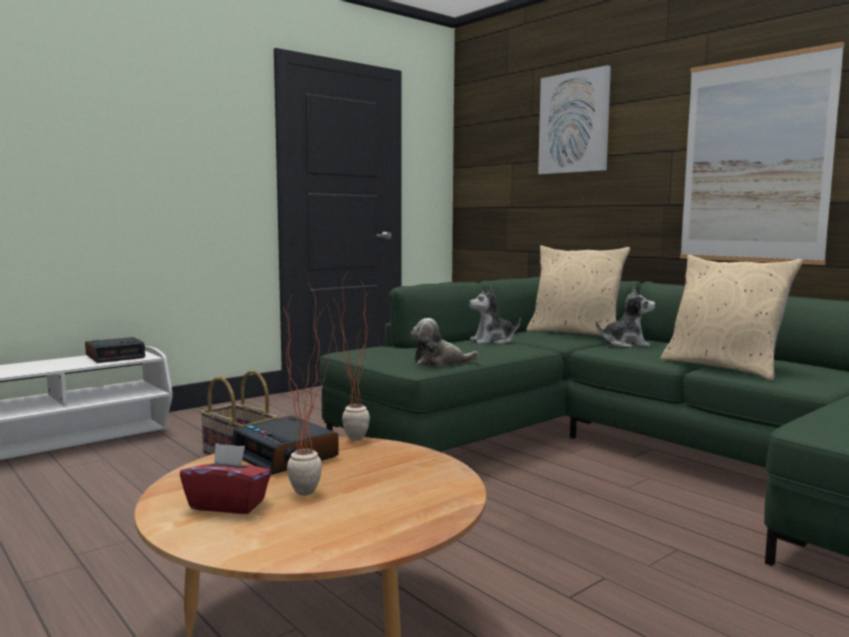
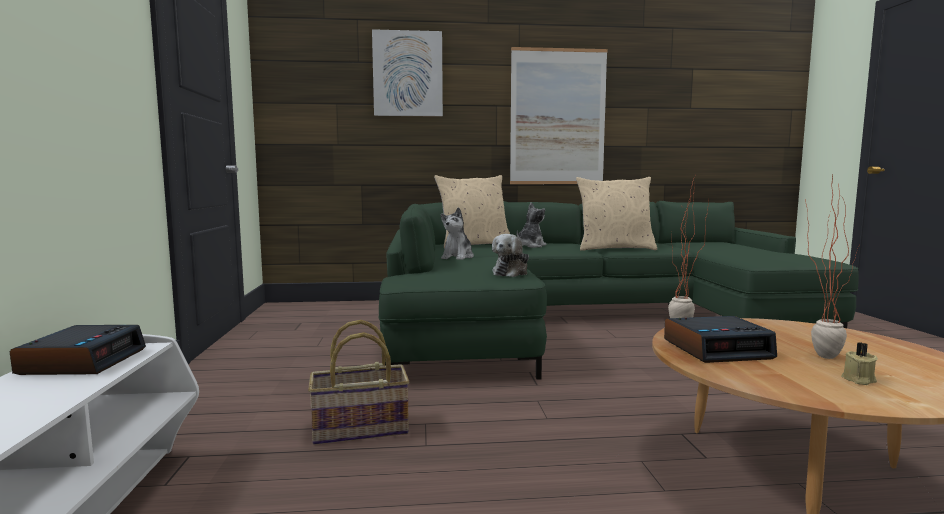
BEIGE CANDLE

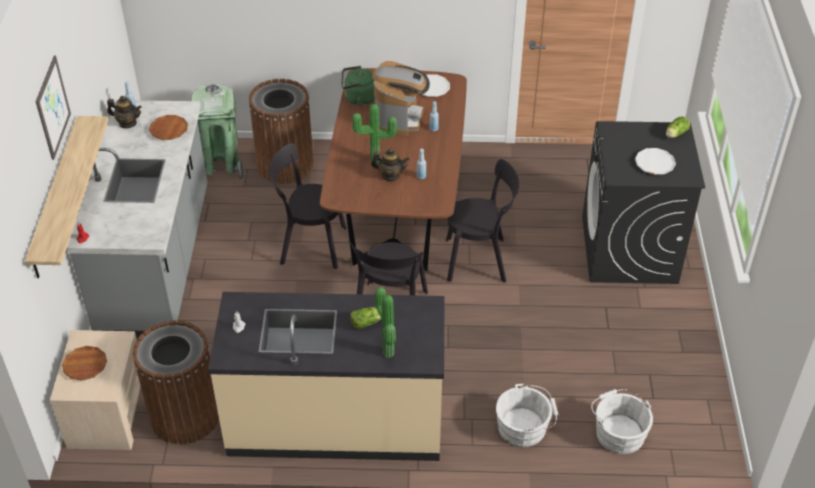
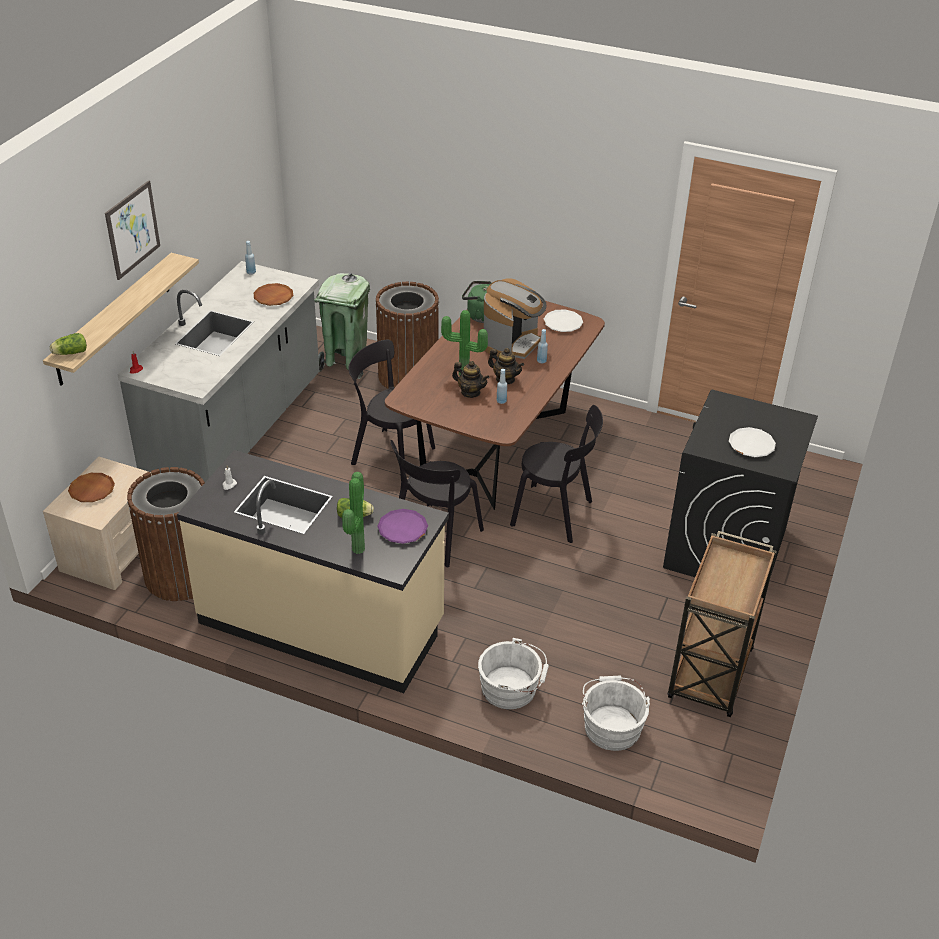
TEAPOT (no. 2 from left)
LETTUCE (no. 1 from left)
PURPLE PLATE
BROWN CART

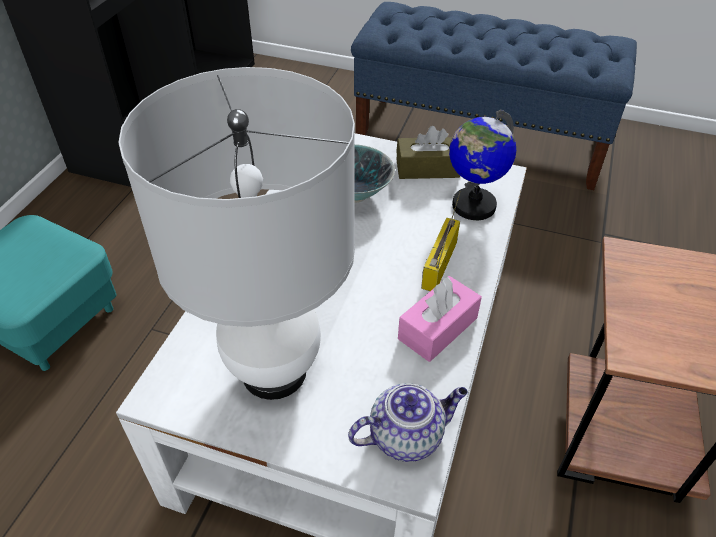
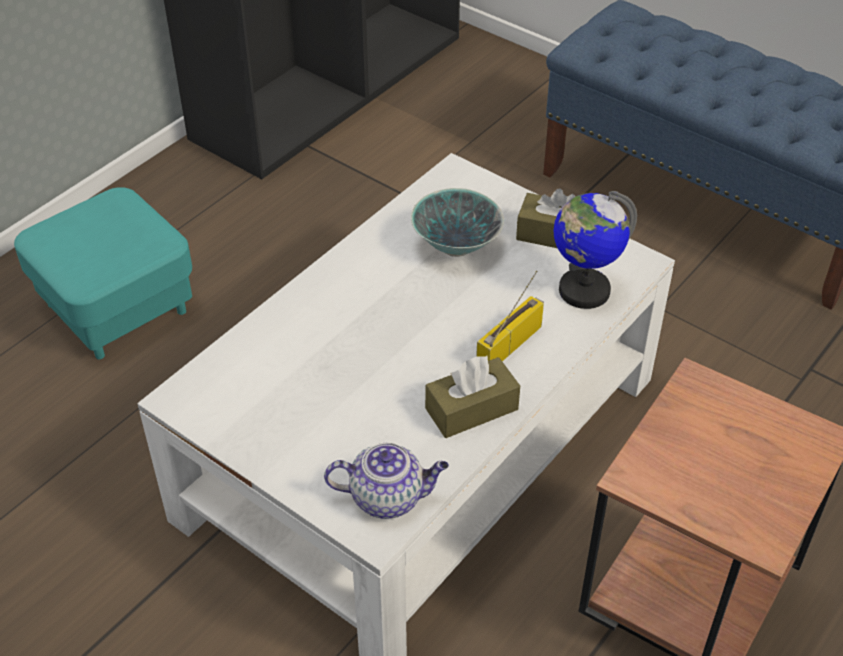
WHITE TABLE LAMP
BROWN TISSUE BOX (no. 1 from left)

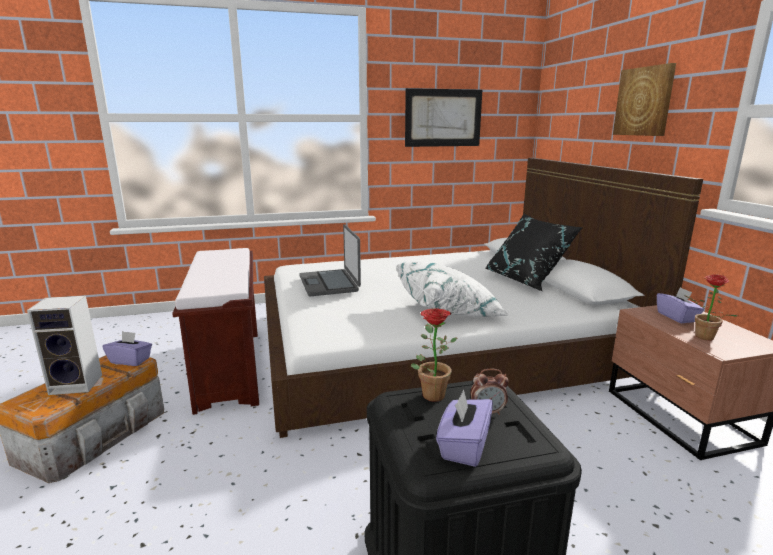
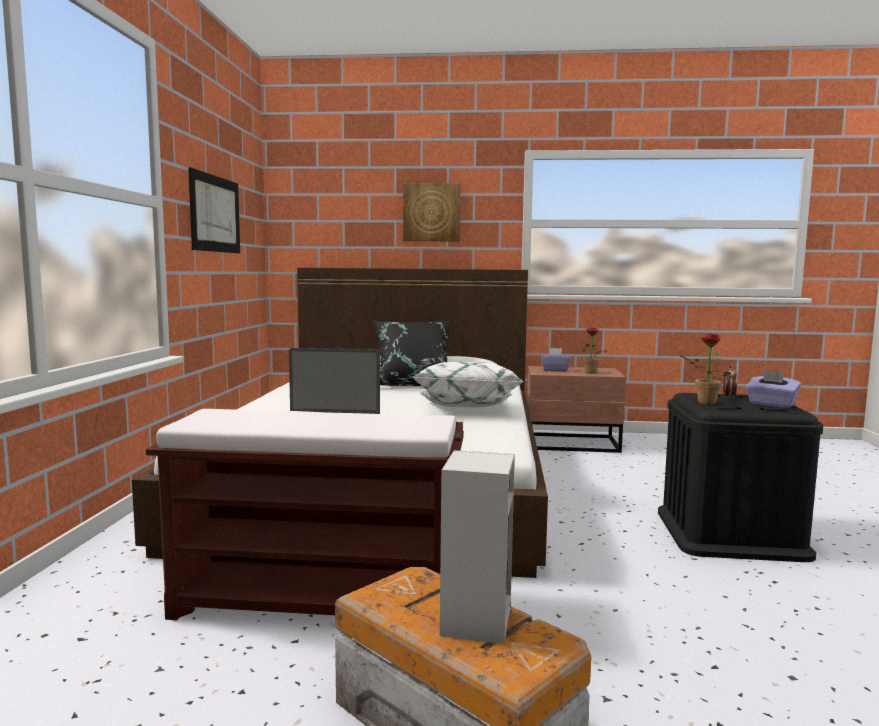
PURPLE TISSUE BOX (no. 1 from left in the first image)

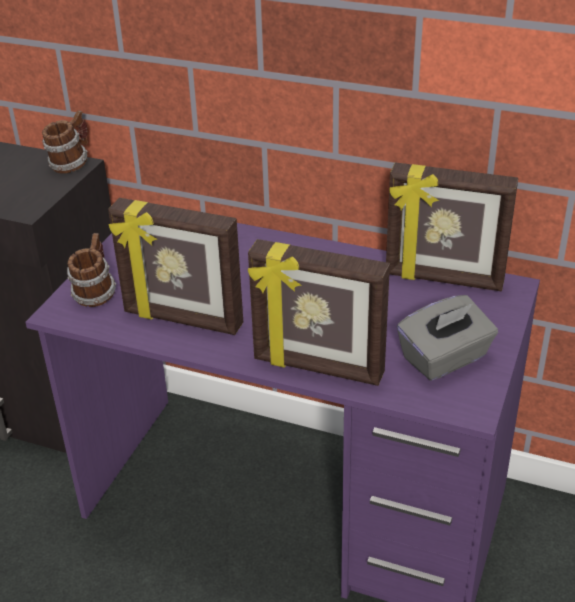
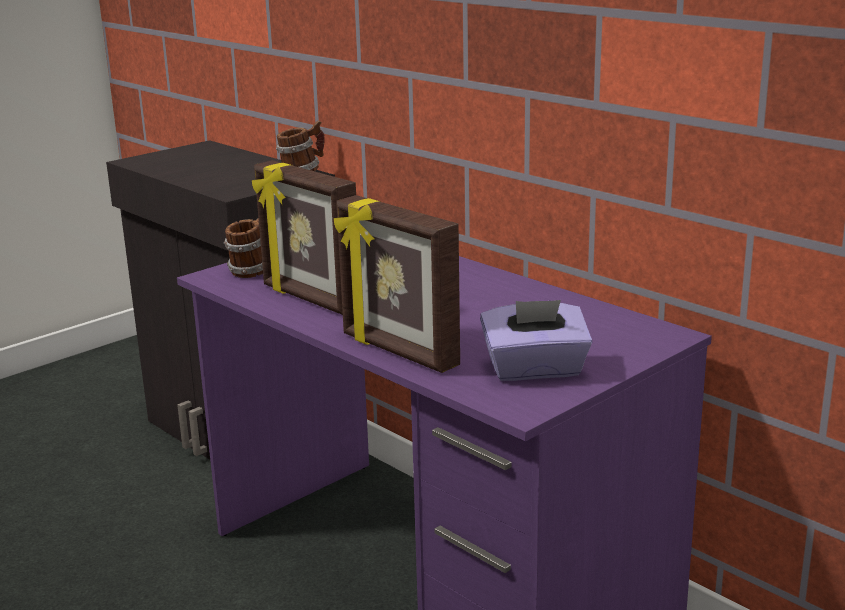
PICTURE FRAME (no. 3 from left in the first image)
PURPLE TISSUE BOX

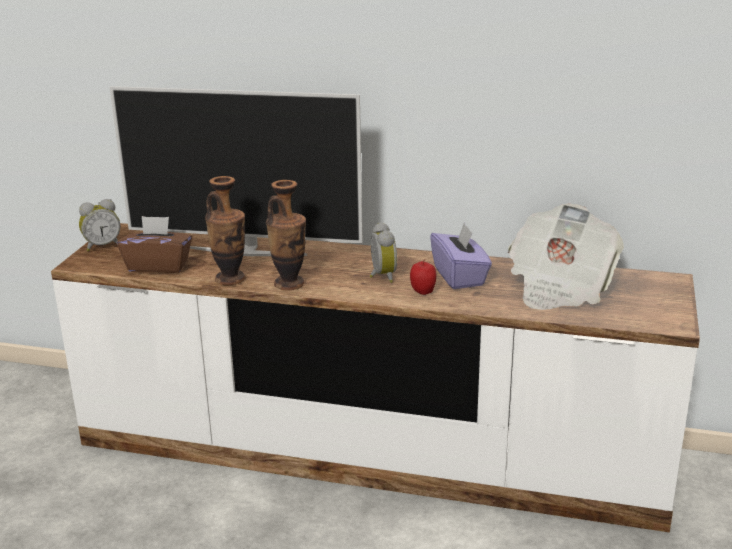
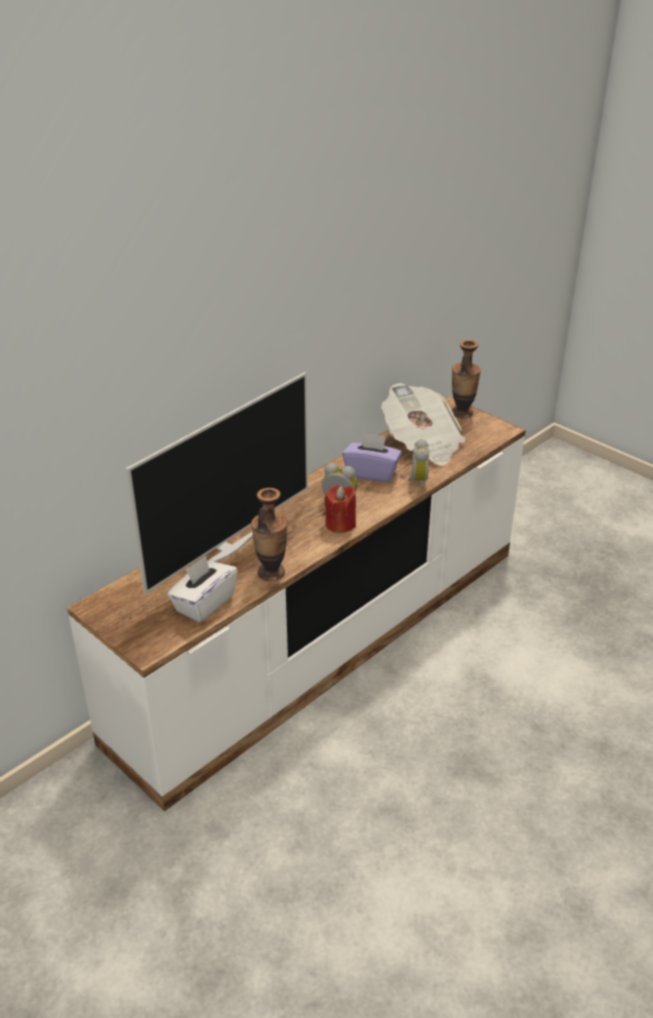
VASE (no. 2 from left)
ALARM CLOCK (no. 2 from left)
WHITE TISSUE BOX
APPLE
RED CANDLE

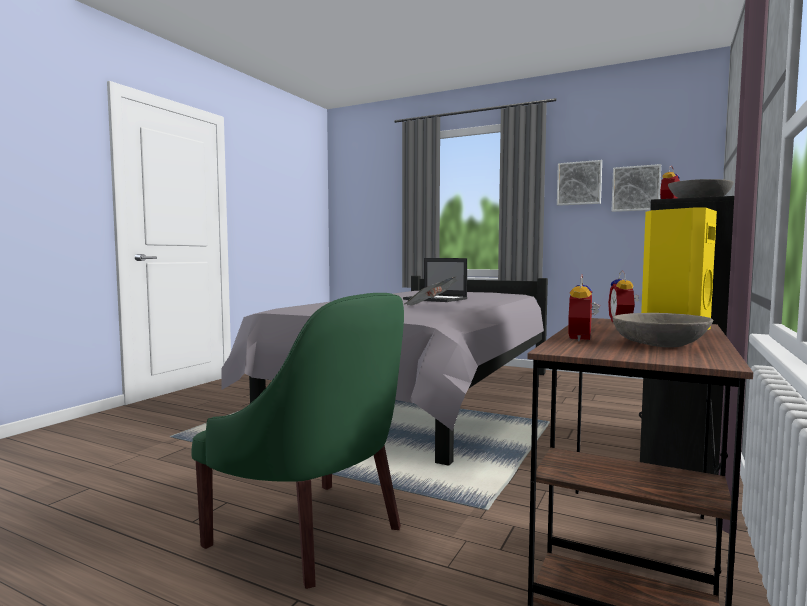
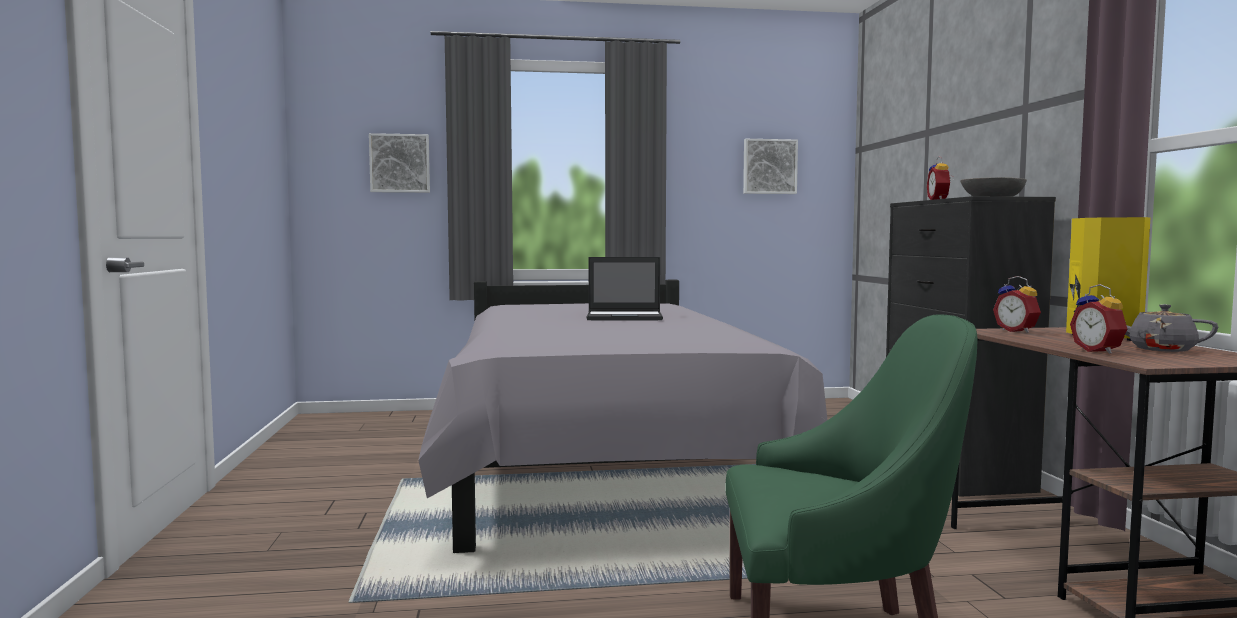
PICTURE (no. 1 from left)
NEWSPAPER
GREY TEAPOT

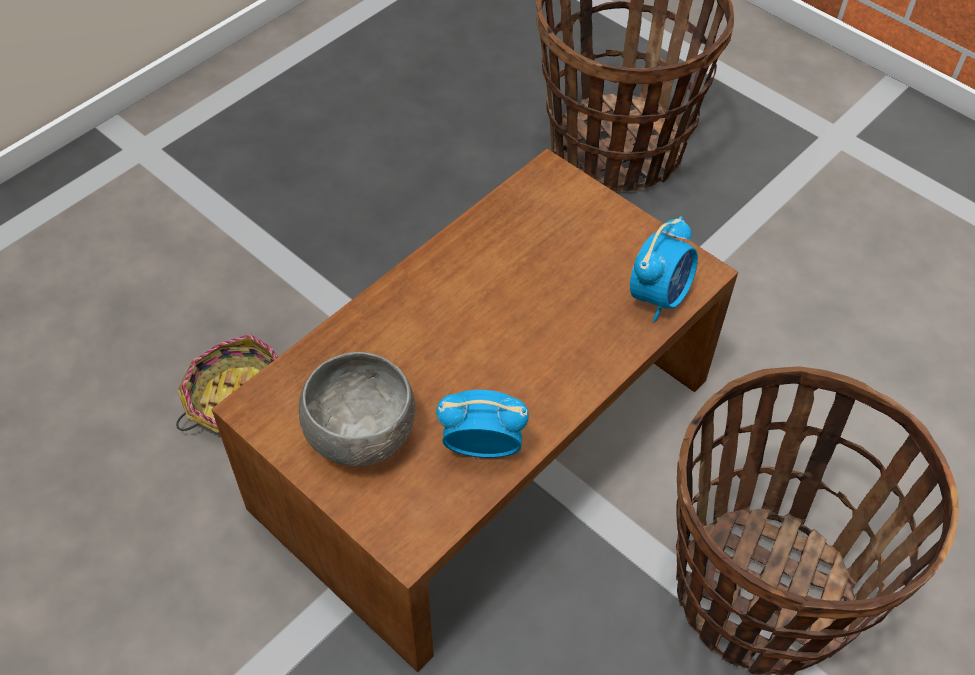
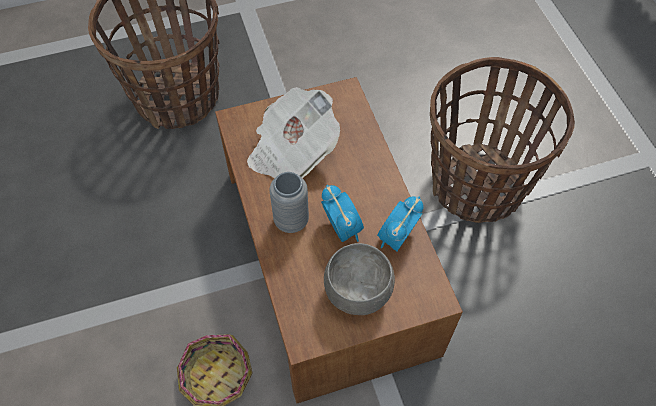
ALARM CLOCK (no. 1 from left)
NEWSPAPER
GREY VASE

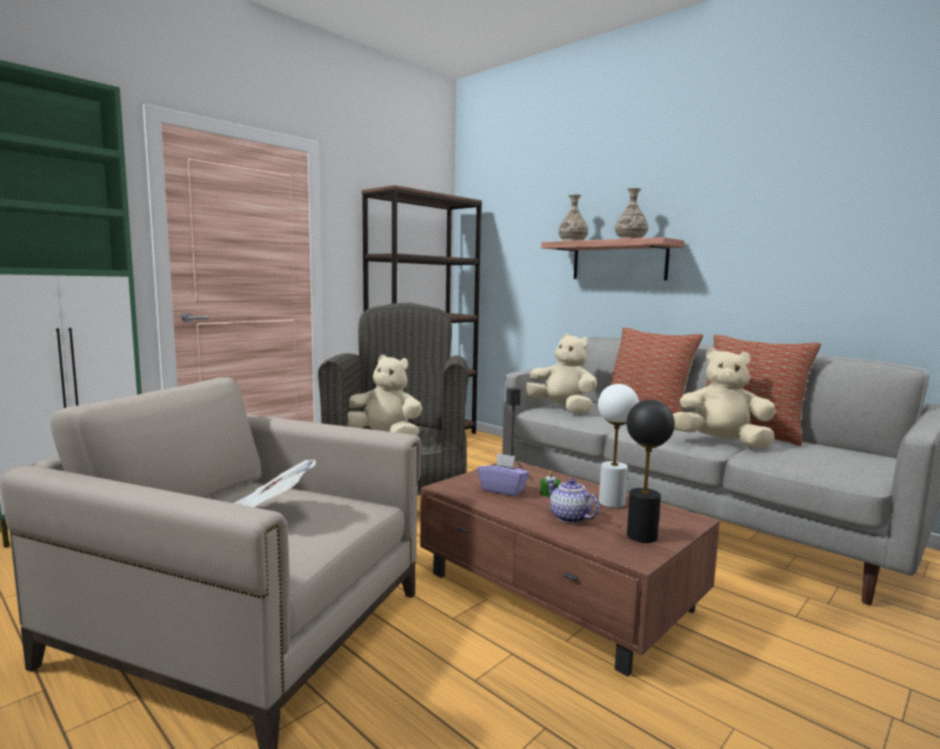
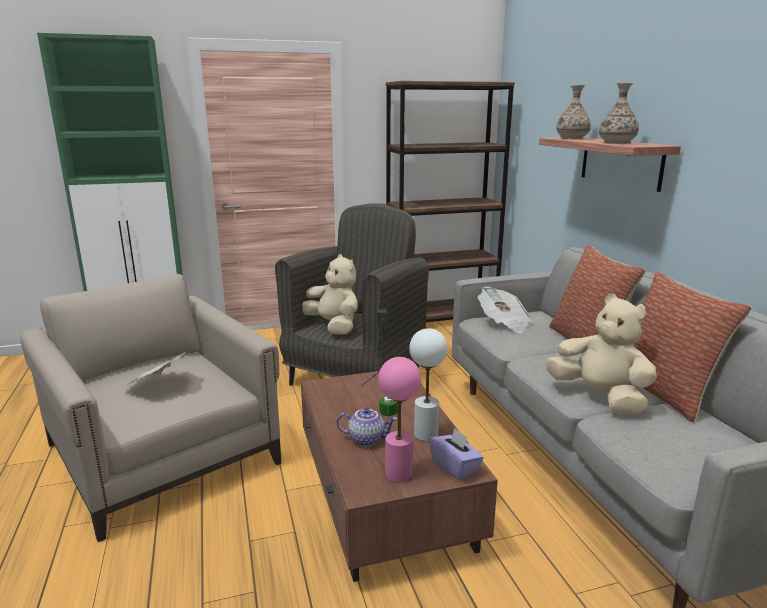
NEWSPAPER (no. 2 from left)
PINK TABLE LAMP
PURPLE TISSUE BOX
TEAPOT

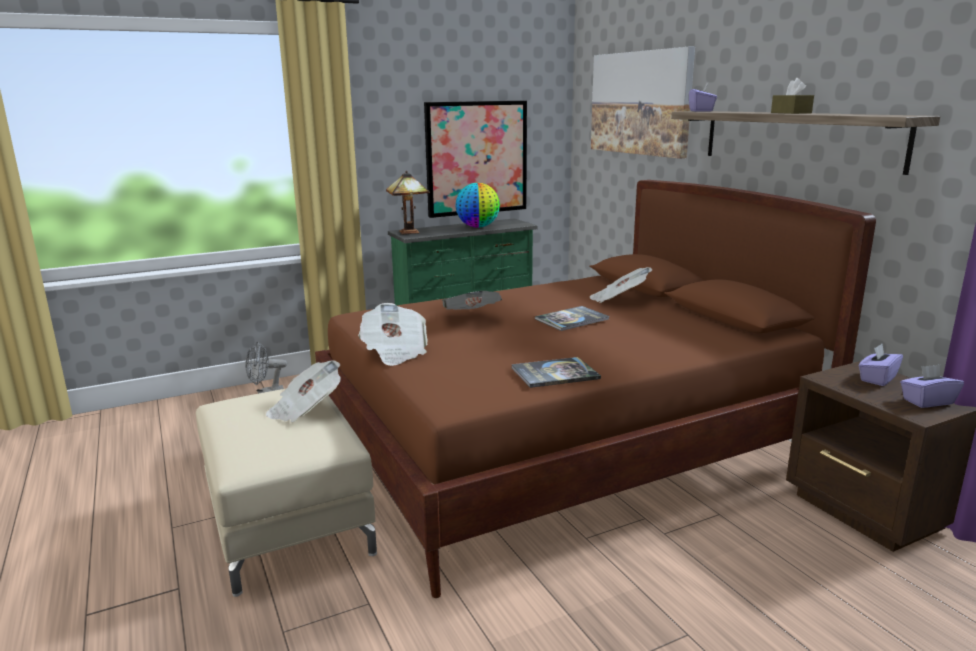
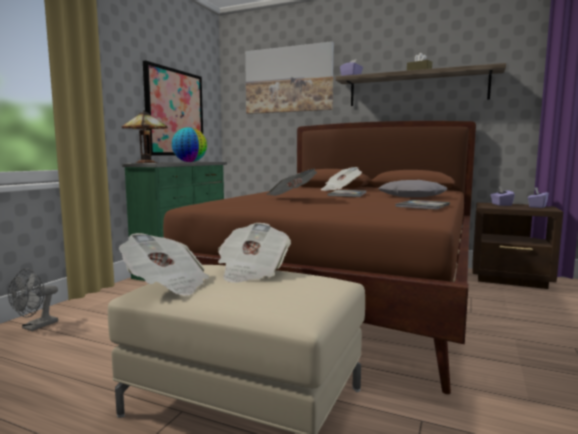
NEWSPAPER (no. 1 from left)
GREY PILLOW

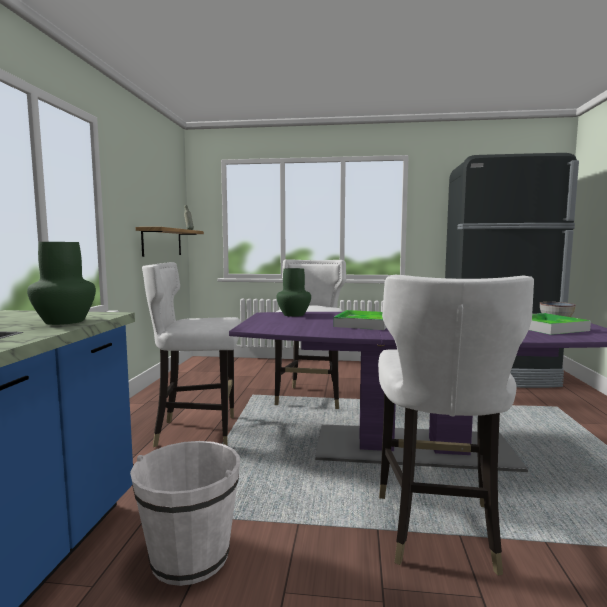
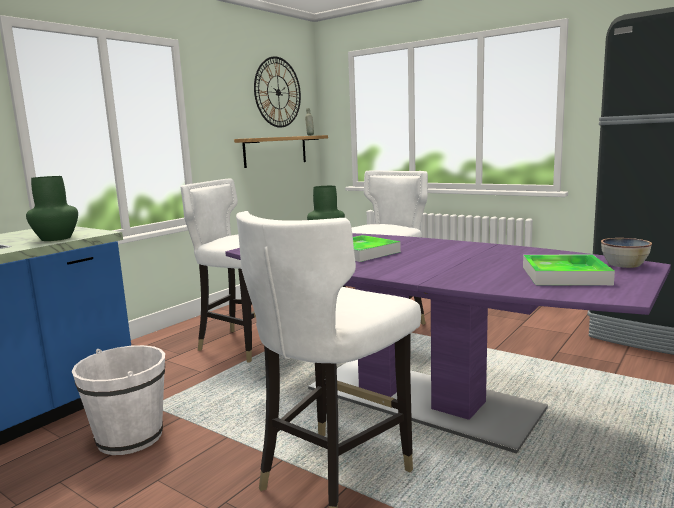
WALL CLOCK

